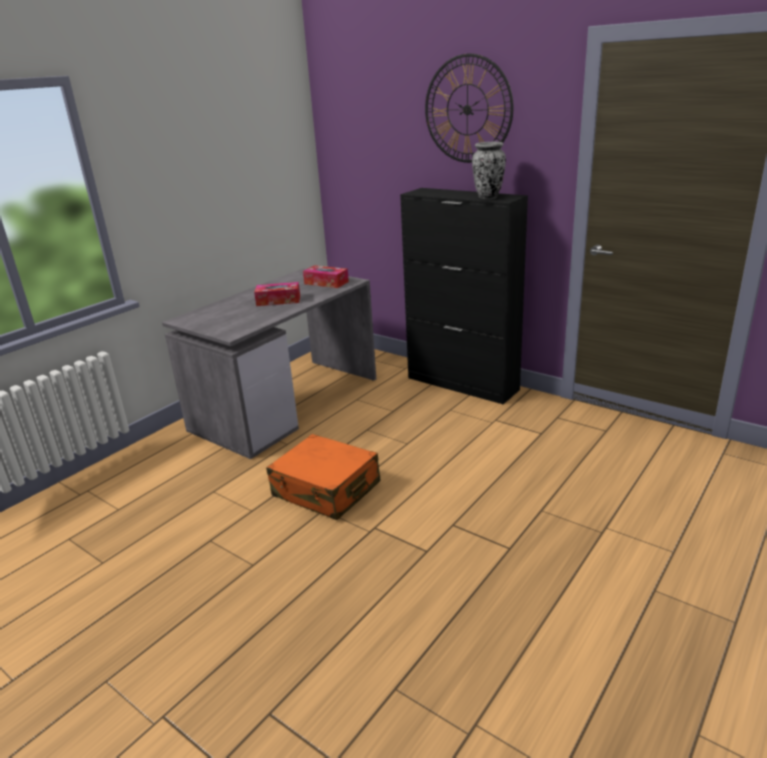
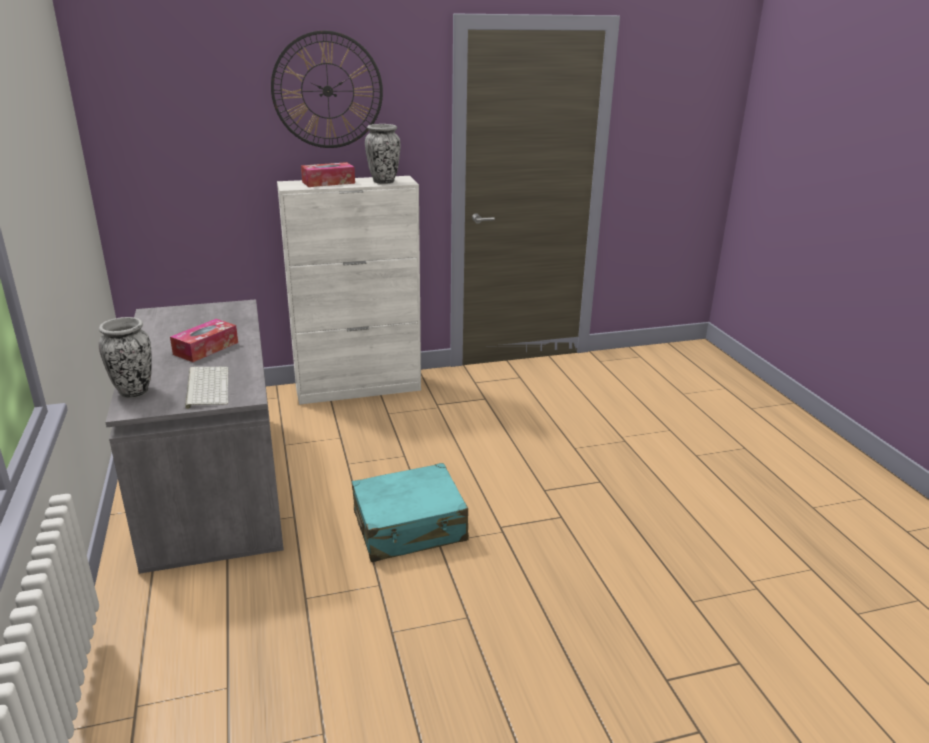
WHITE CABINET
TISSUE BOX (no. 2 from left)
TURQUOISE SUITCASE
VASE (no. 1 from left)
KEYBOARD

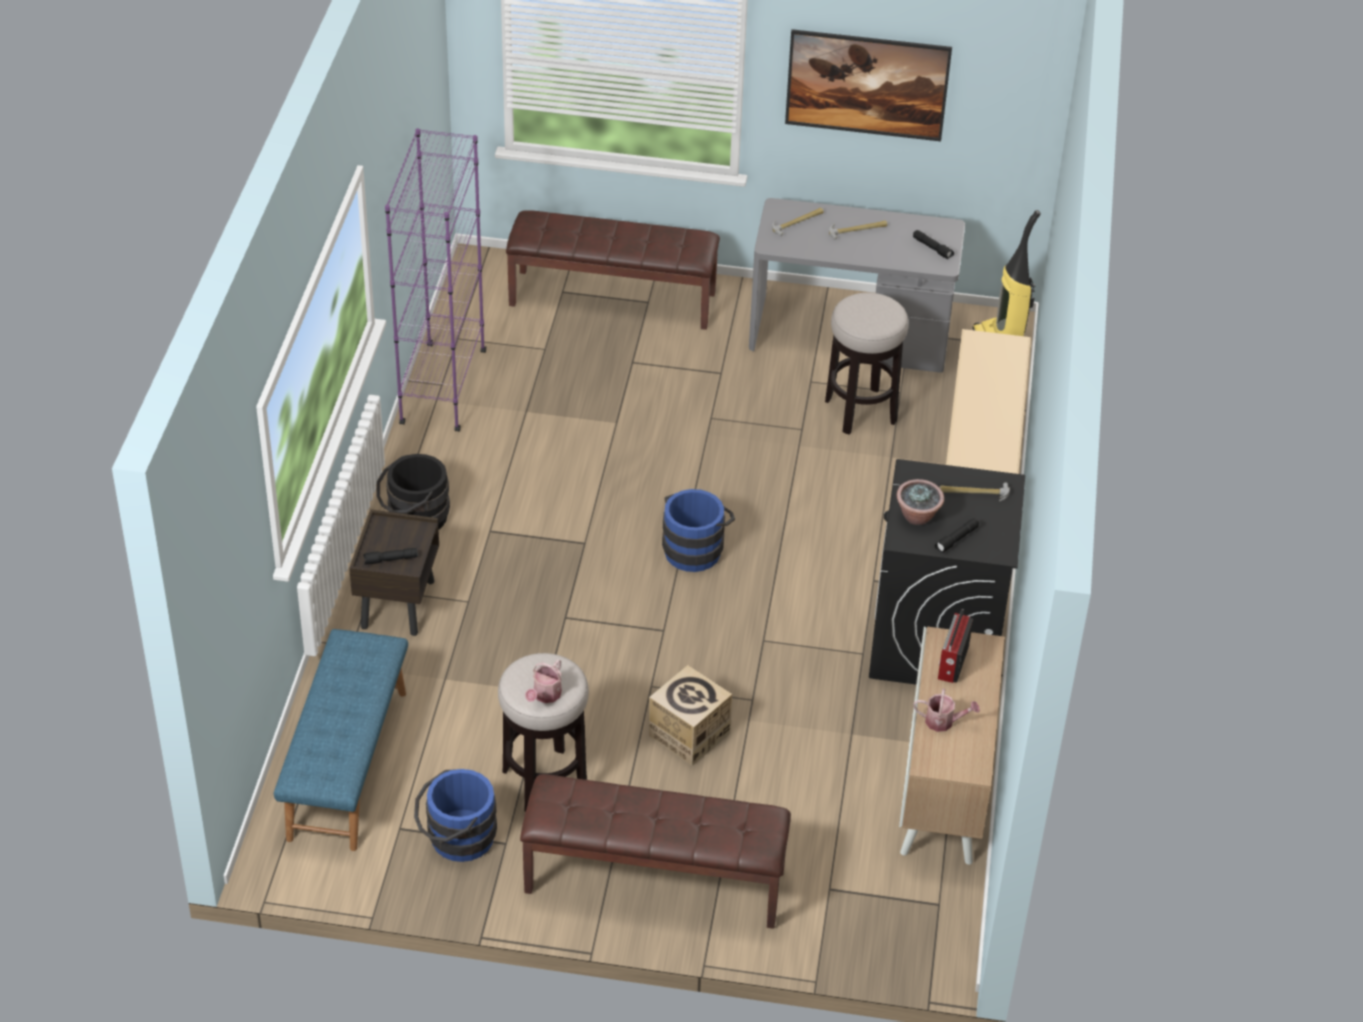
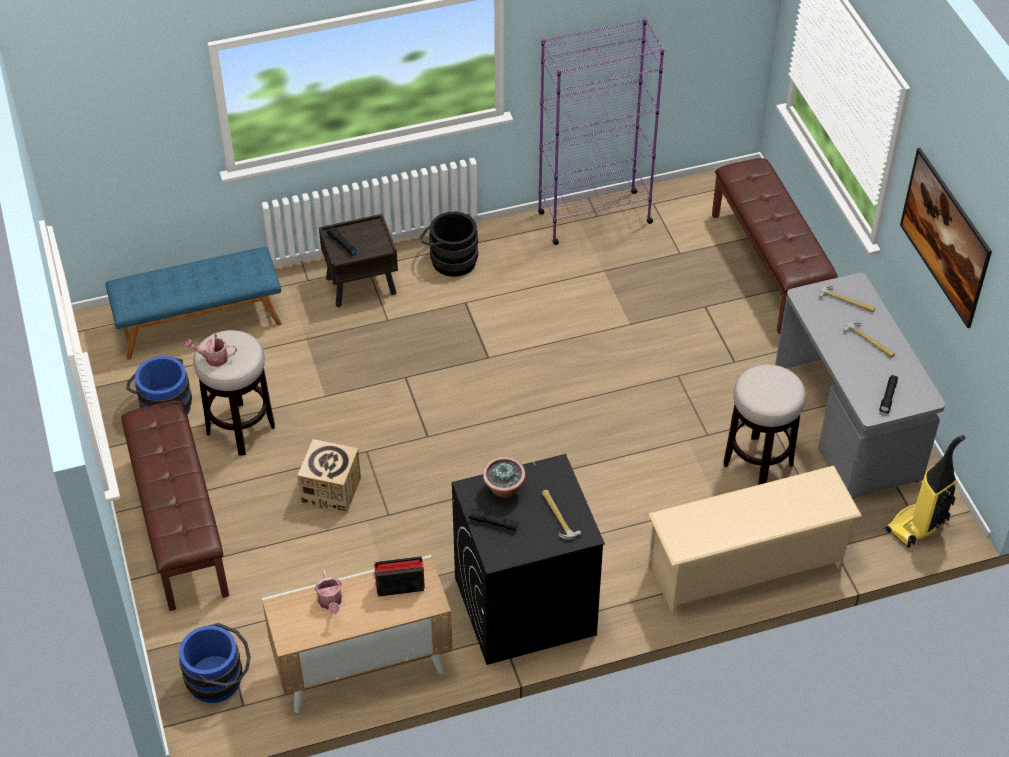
BLUE BUCKET (no. 2 from left)

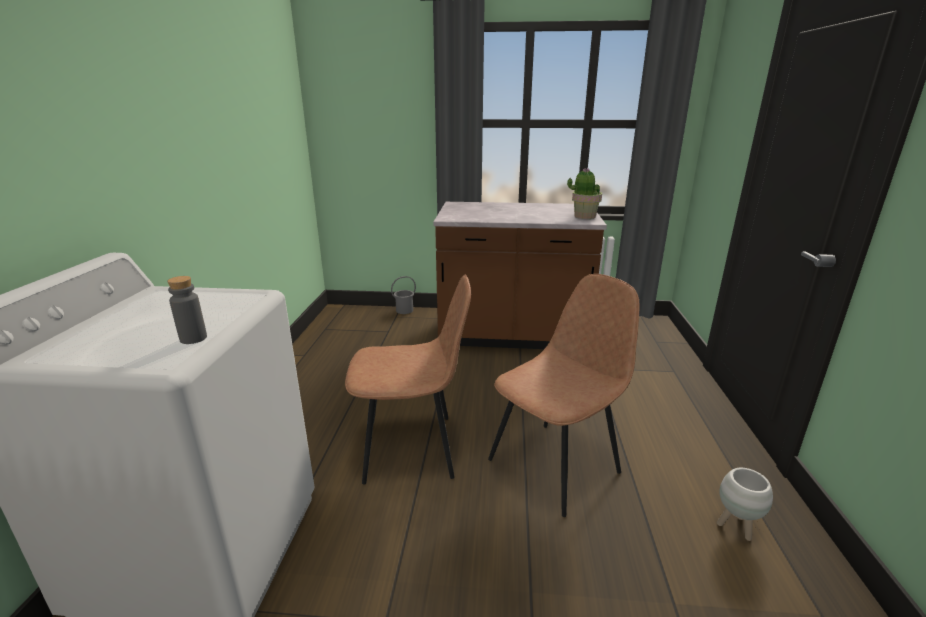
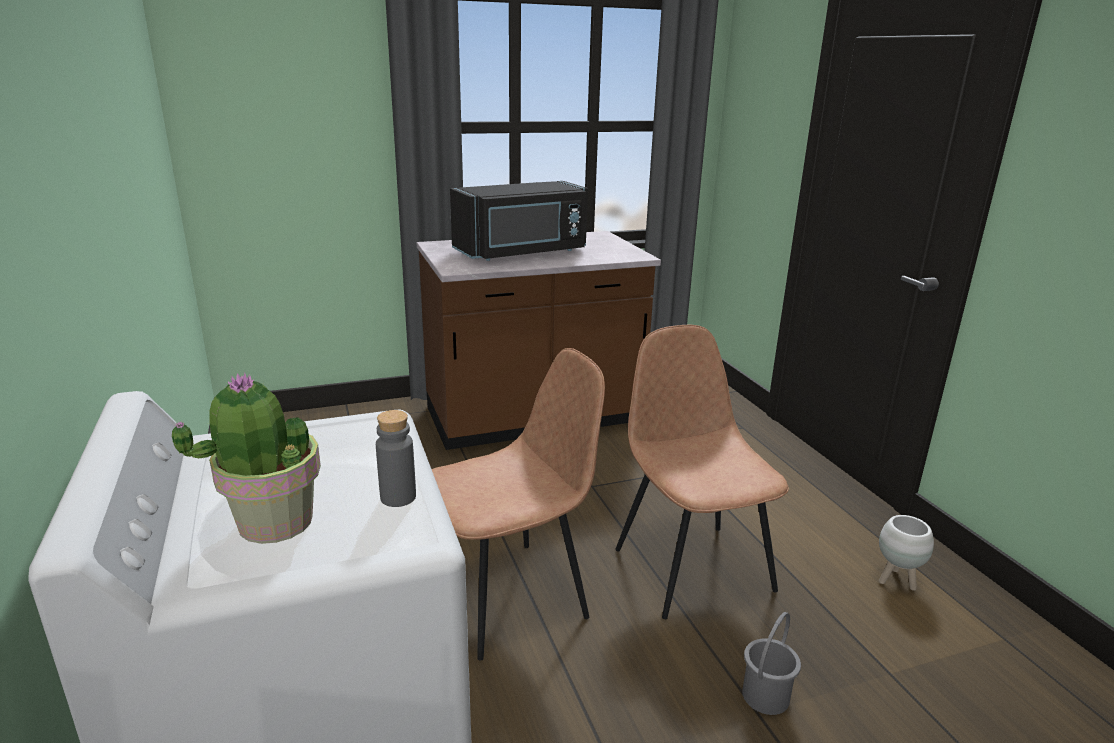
POTTED PLANT
BROWN CHAIR (no. 2 from left)
GREY BUCKET
BLACK MICROWAVE

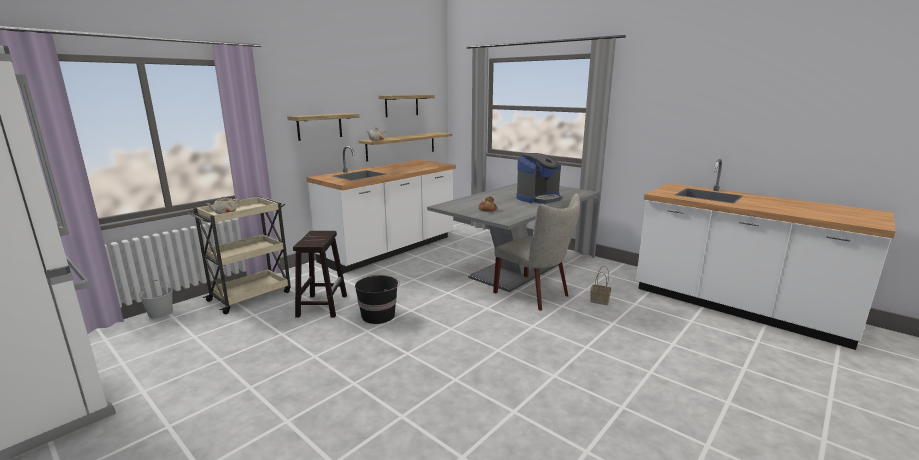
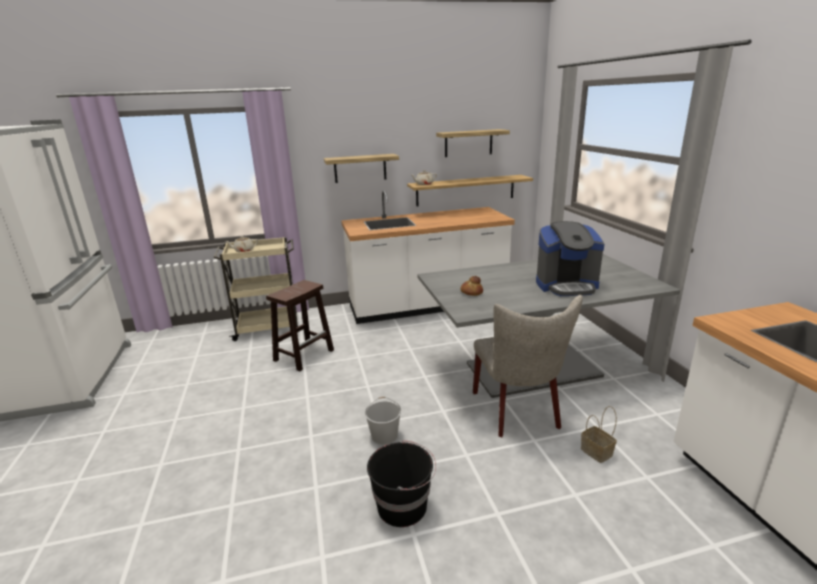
BLACK BUCKET
WHITE BUCKET

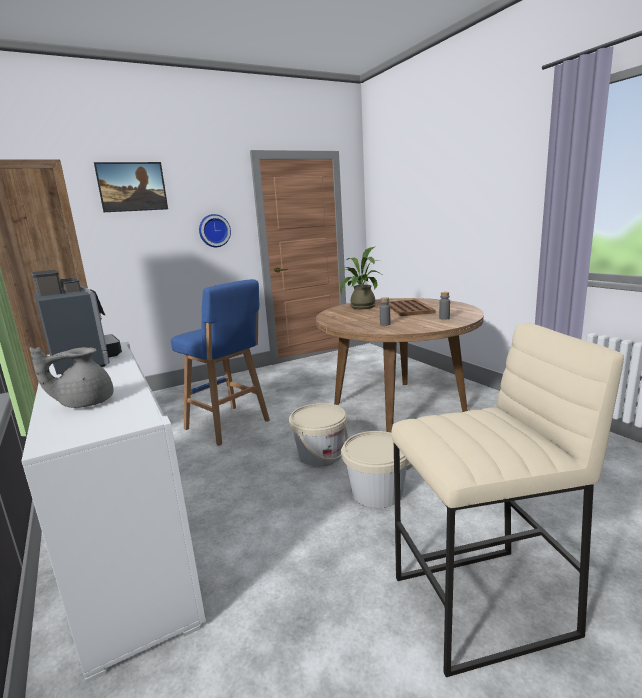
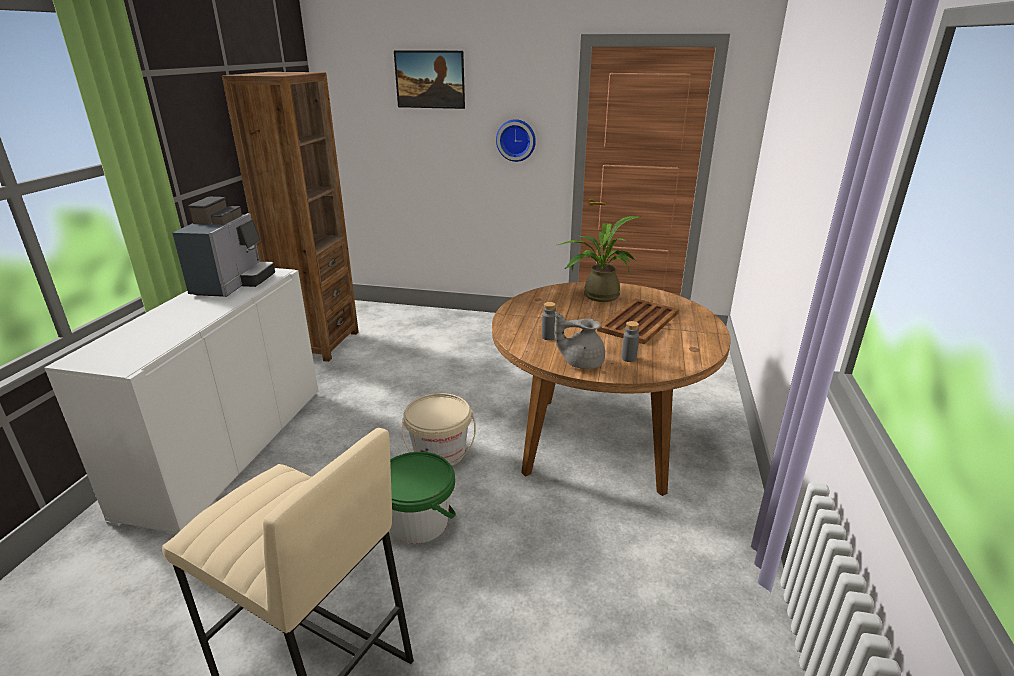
BLUE STOOL
GREY TEAPOT
GREEN BUCKET

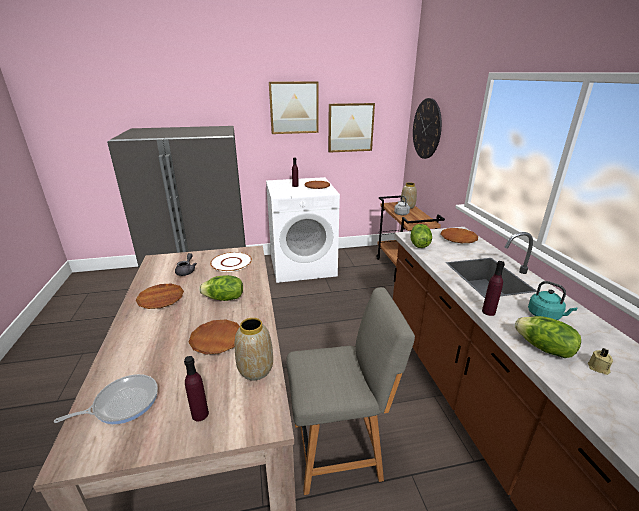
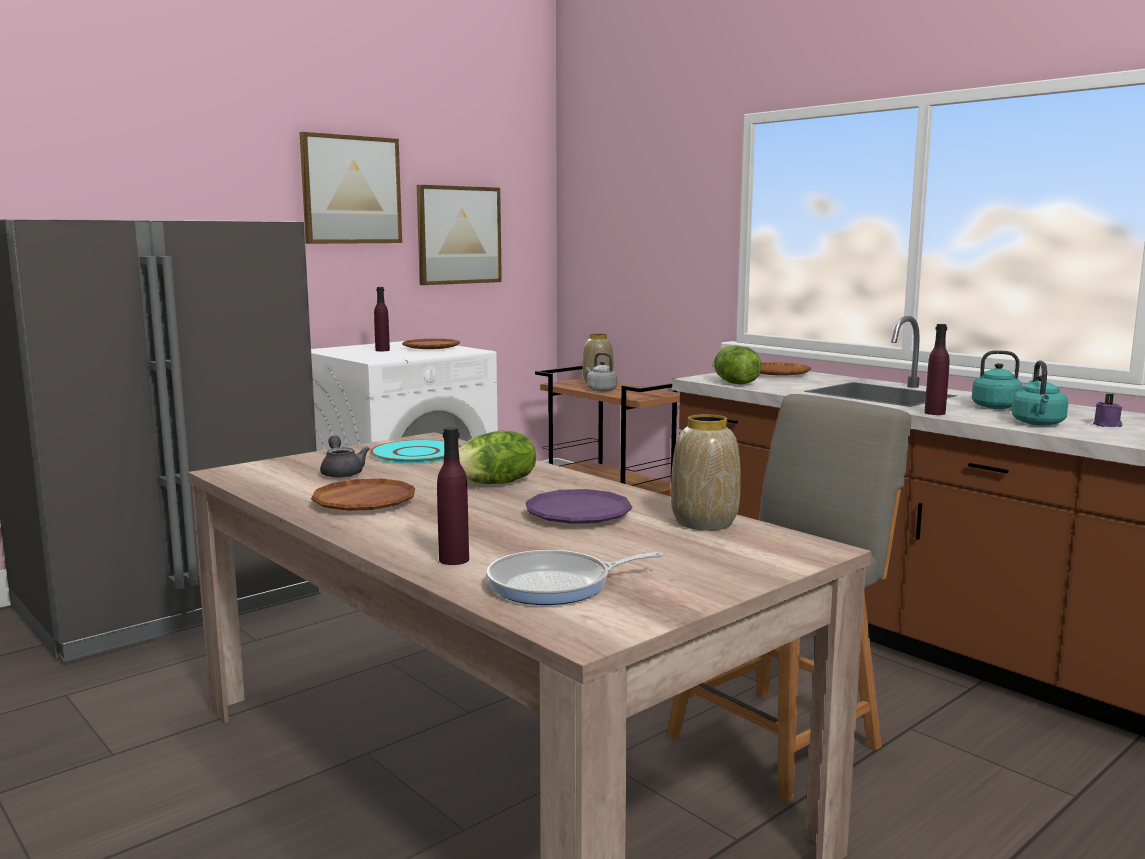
WALL CLOCK
TURQUOISE PLATE
TURQUOISE KETTLE (no. 2 from left)
PURPLE PLATE
PURPLE CANDLE
PURPLE BOTTLE (no. 2 from left)
FRYING PAN

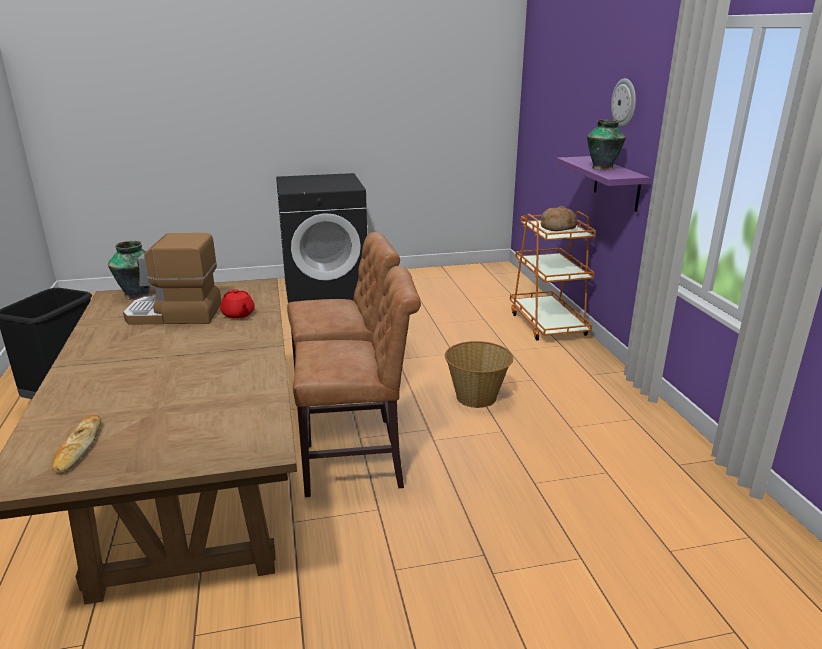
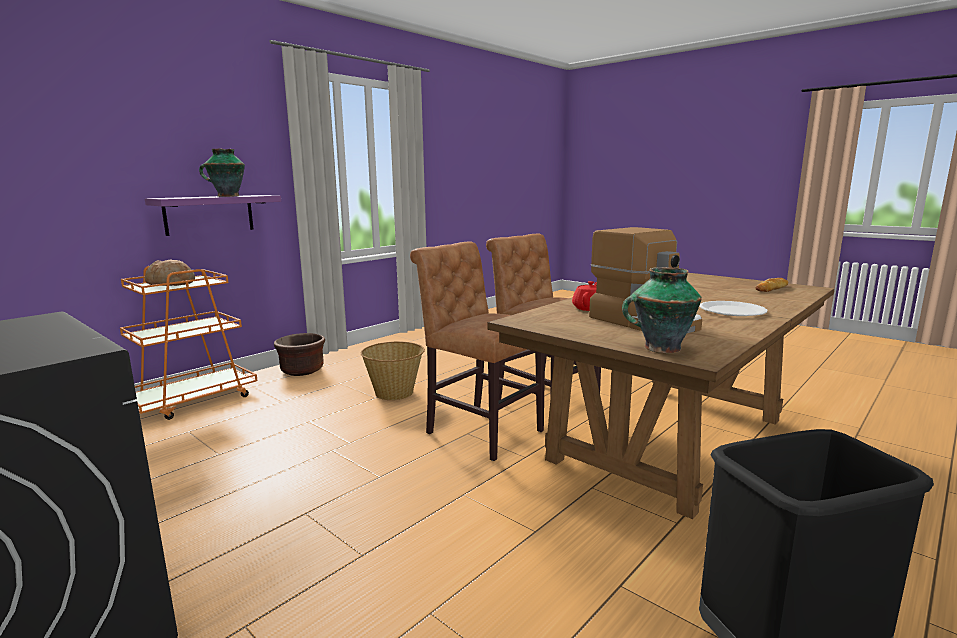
WALL CLOCK
WHITE PLATE
BROWN PLANTER

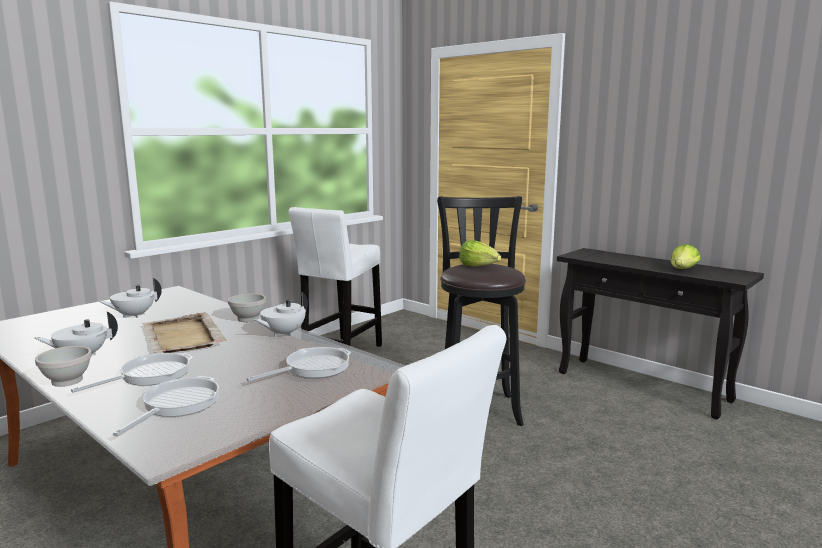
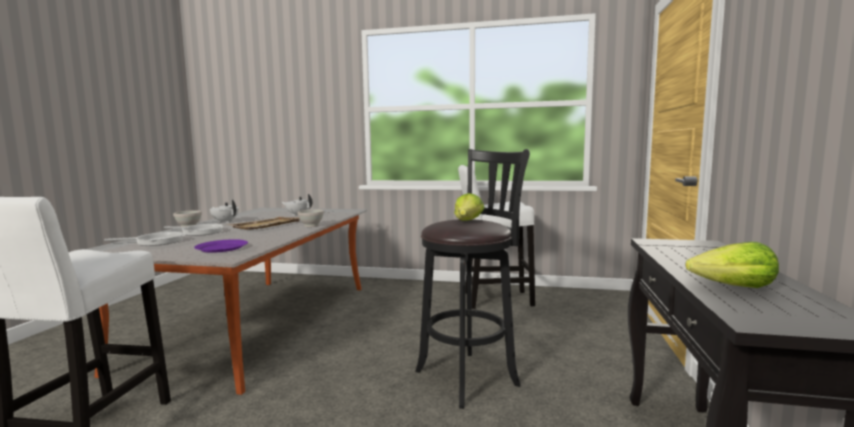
WHITE TEAPOT (no. 3 from left in the first image)
PURPLE PLATE

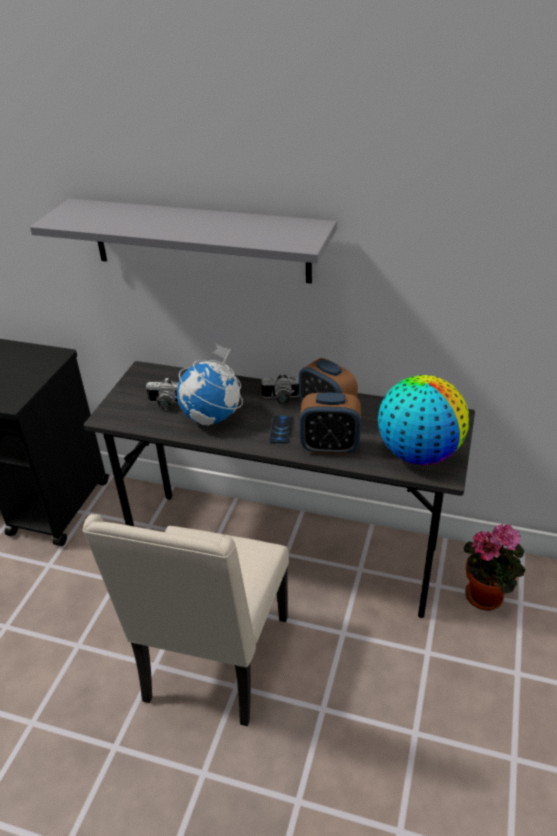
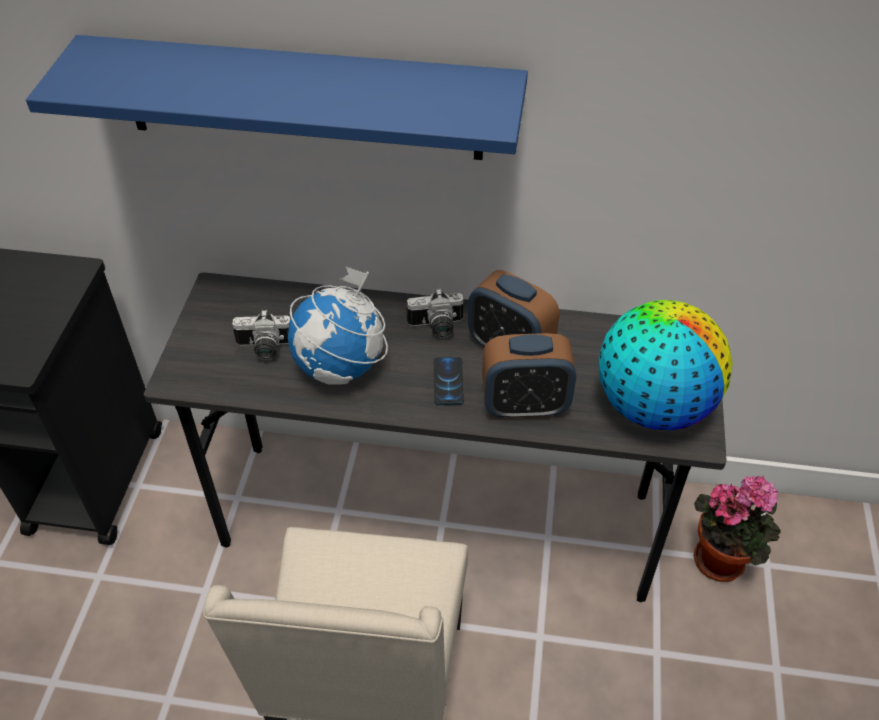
BLUE SHELF

